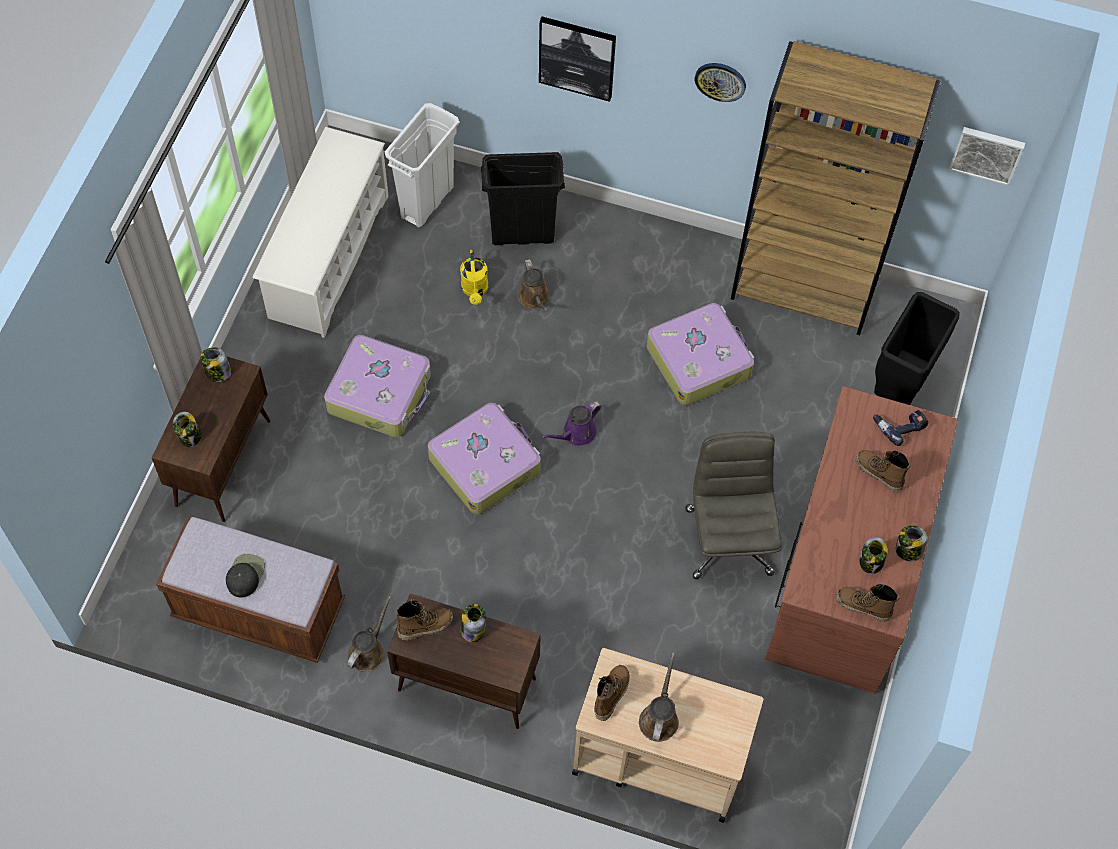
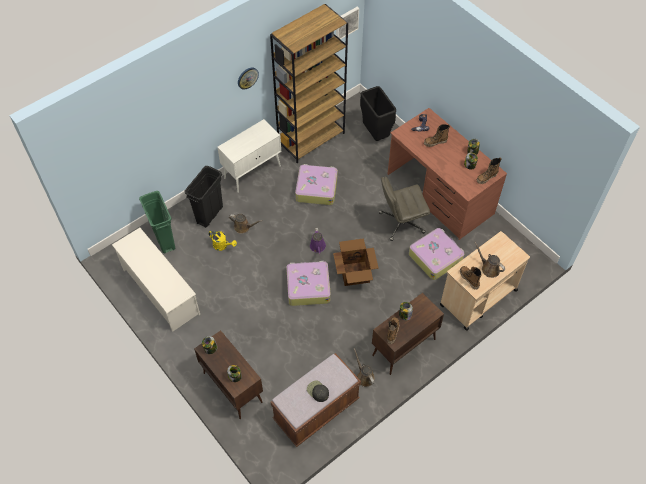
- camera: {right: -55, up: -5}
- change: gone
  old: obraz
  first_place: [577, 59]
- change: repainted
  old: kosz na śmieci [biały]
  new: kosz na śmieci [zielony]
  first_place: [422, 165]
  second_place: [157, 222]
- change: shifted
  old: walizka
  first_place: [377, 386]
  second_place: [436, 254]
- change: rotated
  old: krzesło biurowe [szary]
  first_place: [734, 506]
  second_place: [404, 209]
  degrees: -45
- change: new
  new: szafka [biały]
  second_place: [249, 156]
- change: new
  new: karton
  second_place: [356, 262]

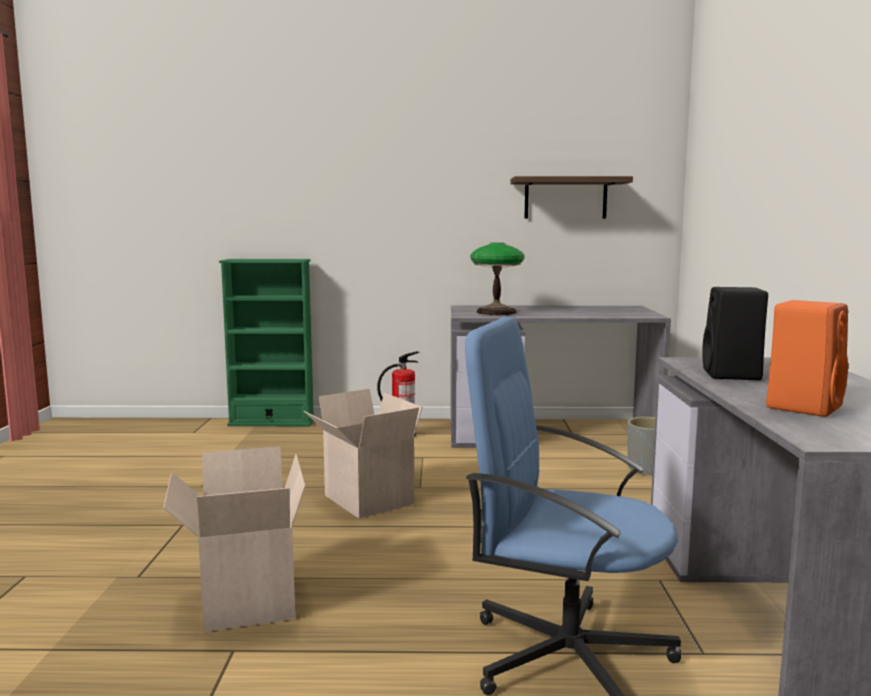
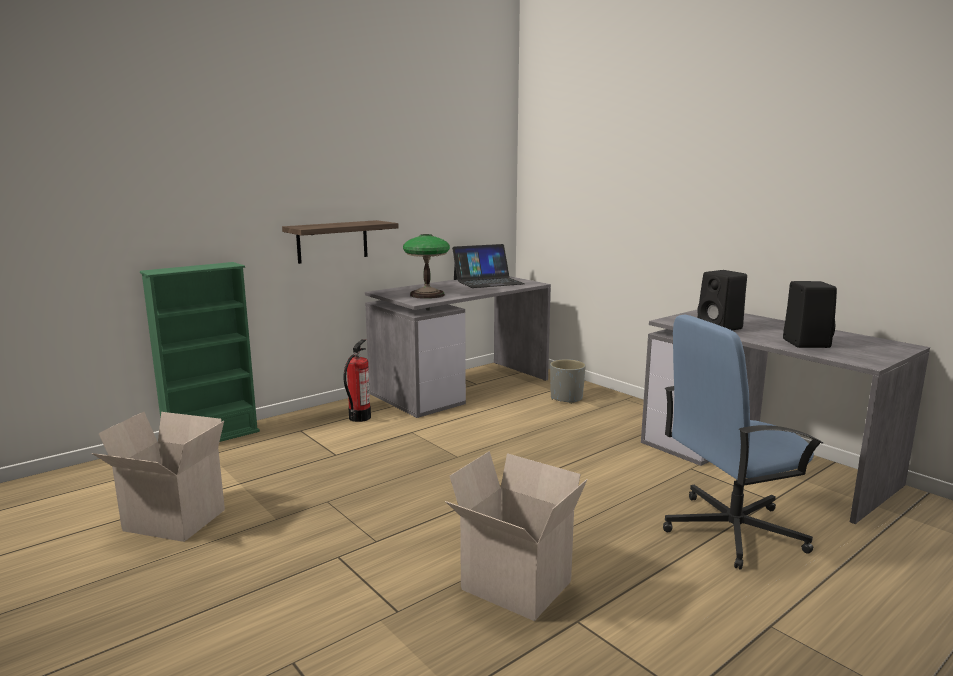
- camera: {right: -40, up: 5}
- change: shifted
  old: półka
  first_place: [572, 197]
  second_place: [340, 242]
- change: repainted
  old: głośnik [pomarańczowy]
  new: głośnik [czarny]
  first_place: [807, 358]
  second_place: [810, 314]
- change: shifted
  old: karton
  first_place: [363, 454]
  second_place: [158, 477]
- change: new
  new: laptop
  second_place: [488, 266]

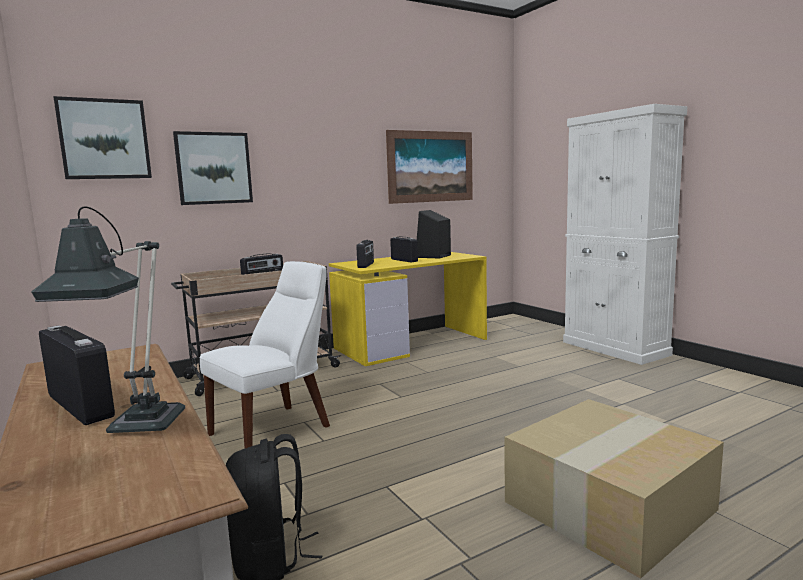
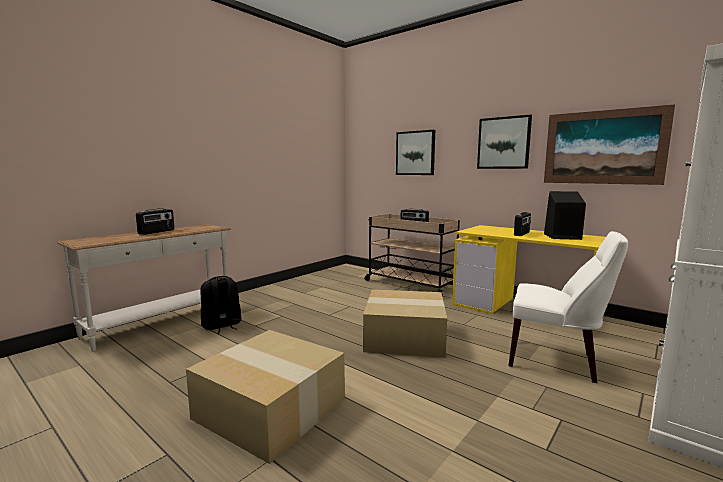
- camera: {right: 70, up: 0}
- change: shifted
  old: obraz
  first_place: [102, 137]
  second_place: [504, 142]
- change: gone
  old: lampa stołowa
  first_place: [108, 319]
- change: gone
  old: radio
  first_place: [365, 254]
- change: shifted
  old: krzesło [biały]
  first_place: [265, 354]
  second_place: [568, 307]
- change: new
  new: karton
  second_place: [405, 323]

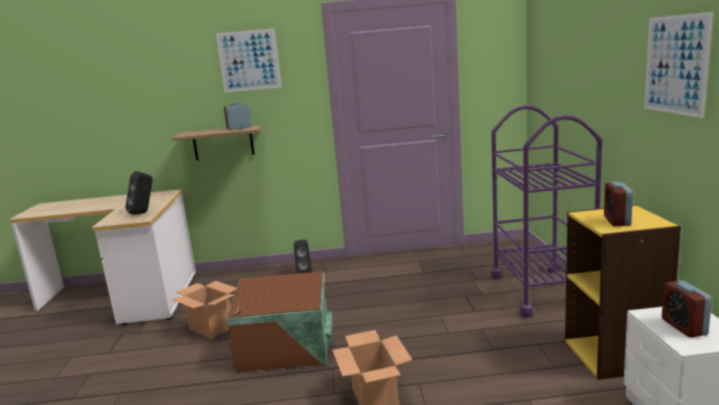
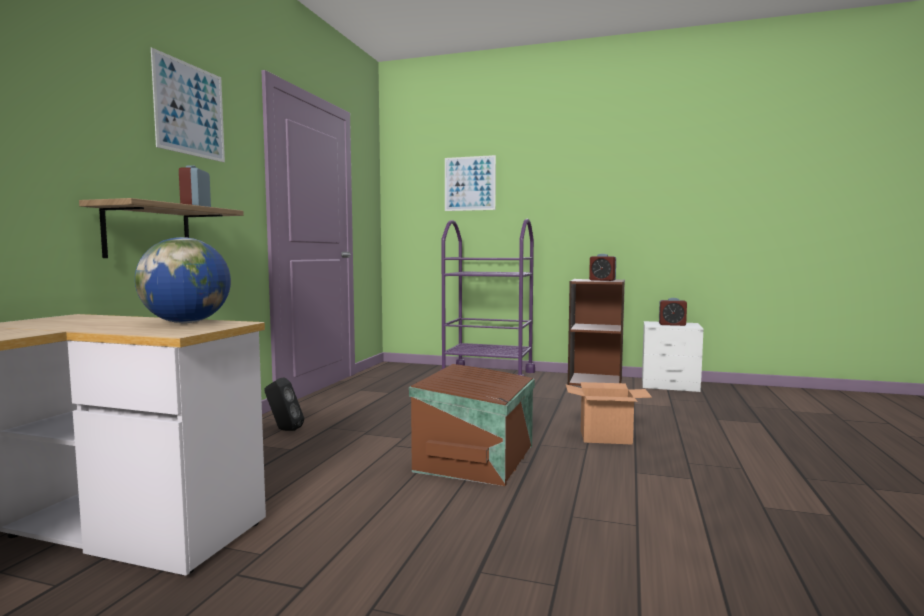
- camera: {right: -70, up: -10}
- change: shifted
  old: obraz
  first_place: [678, 65]
  second_place: [470, 183]
- change: swapped
  old: głośnik [czarny]
  new: globus
  first_place: [139, 193]
  second_place: [183, 280]
- change: repainted
  old: regał [żółty]
  new: regał [brązowy]
  first_place: [623, 292]
  second_place: [596, 332]
- change: gone
  old: karton
  first_place: [204, 310]

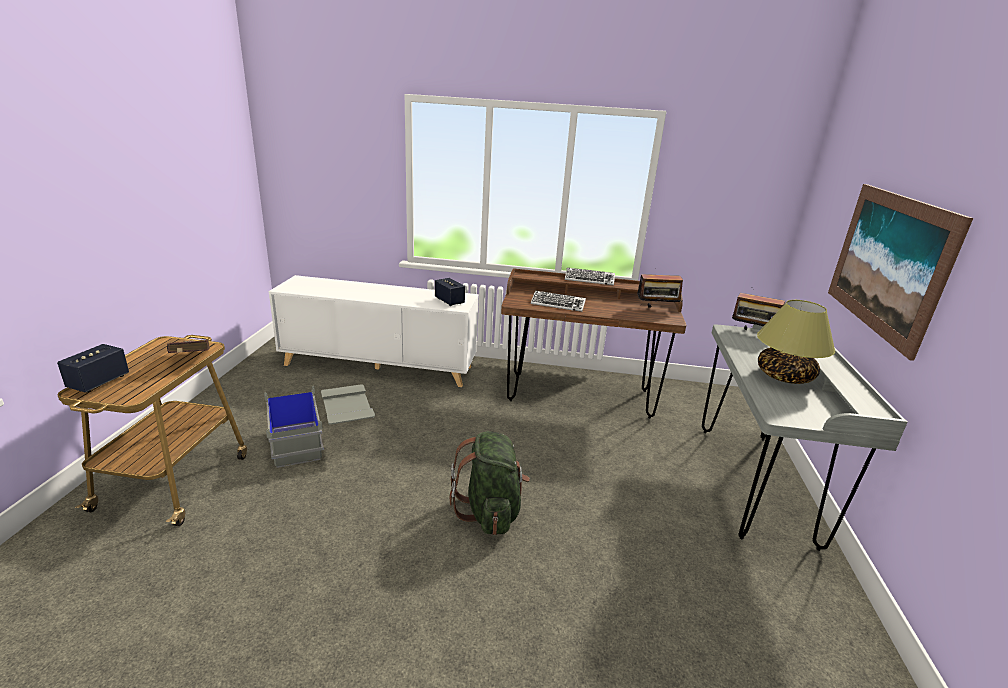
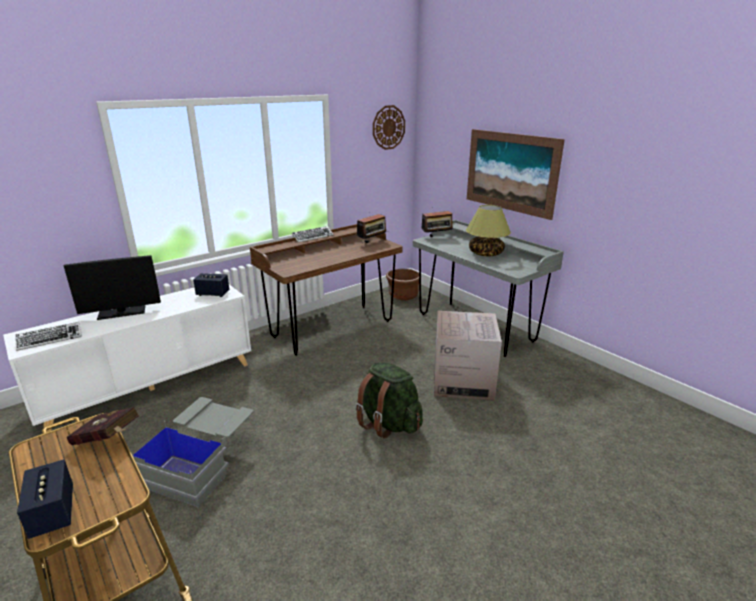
- camera: {right: -45, up: 0}
- change: shifted
  old: klawiatura
  first_place: [558, 301]
  second_place: [48, 336]
- change: new
  new: zegar ścienny
  second_place: [389, 127]
- change: new
  new: monitor
  second_place: [112, 287]
- change: new
  new: donica [brązowy]
  second_place: [402, 284]
- change: new
  new: karton
  second_place: [468, 355]

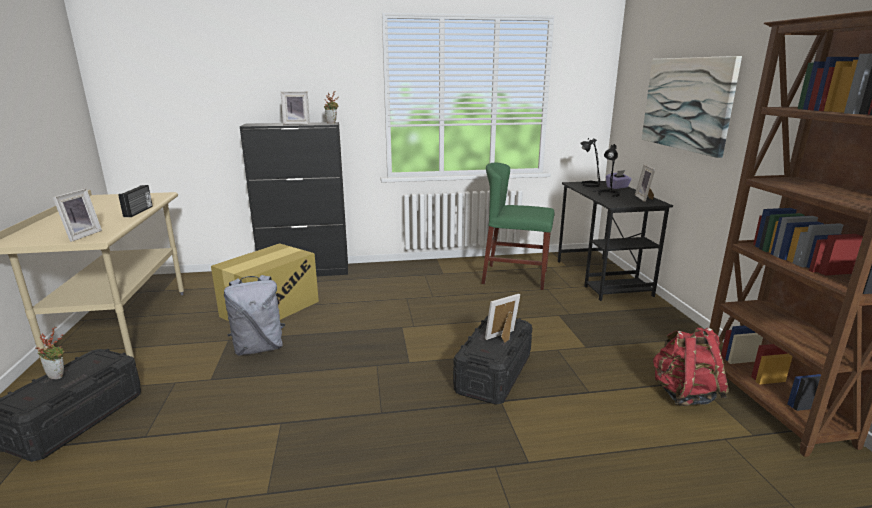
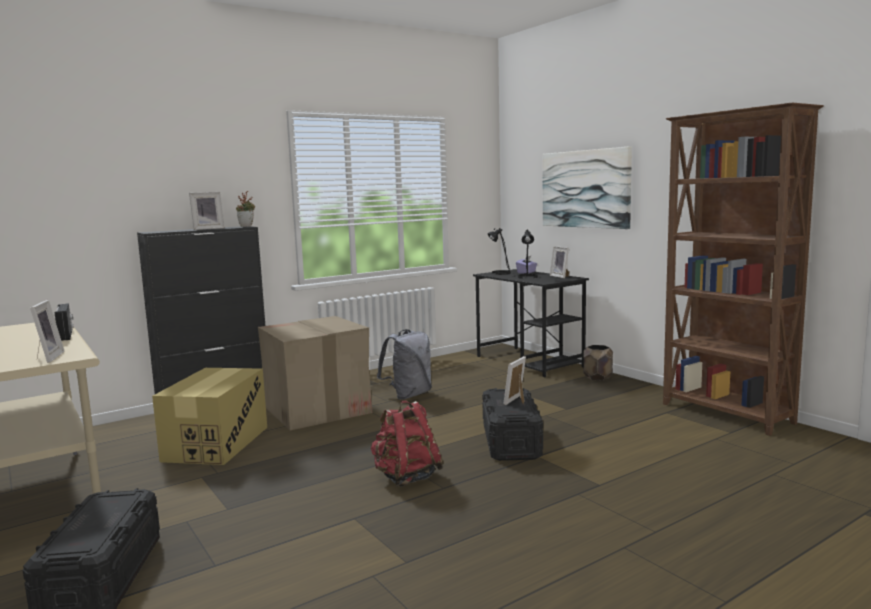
- camera: {right: -25, up: -10}
- change: gone
  old: krzesło [zielony]
  first_place: [518, 226]
- change: shifted
  old: plecak [szary]
  first_place: [254, 315]
  second_place: [404, 364]
- change: gone
  old: roślina doniczkowa
  first_place: [50, 353]
- change: shifted
  old: plecak [czerwony]
  first_place: [691, 367]
  second_place: [407, 444]
- change: new
  new: karton
  second_place: [315, 373]
- change: new
  new: donica [brązowy]
  second_place: [598, 363]

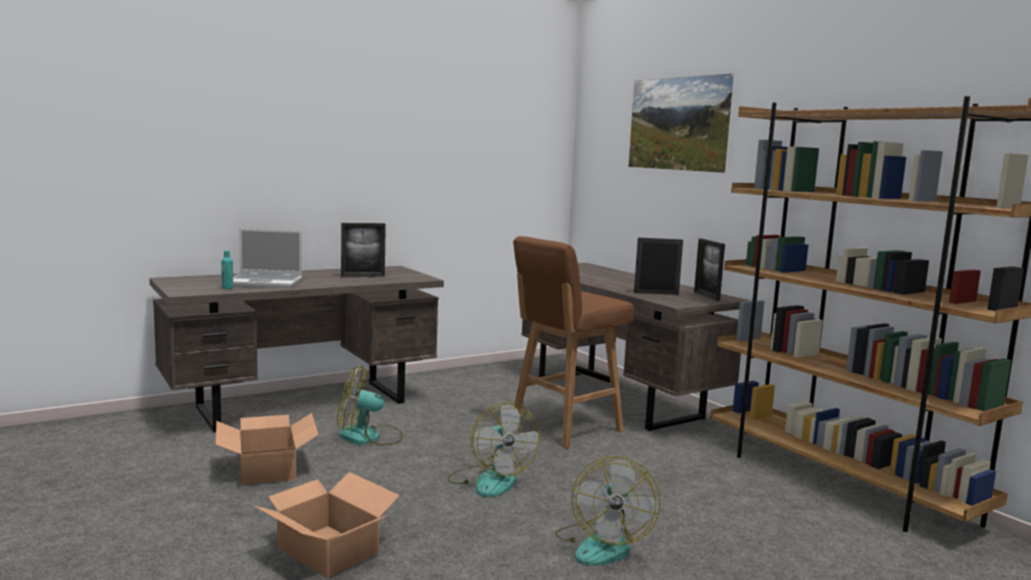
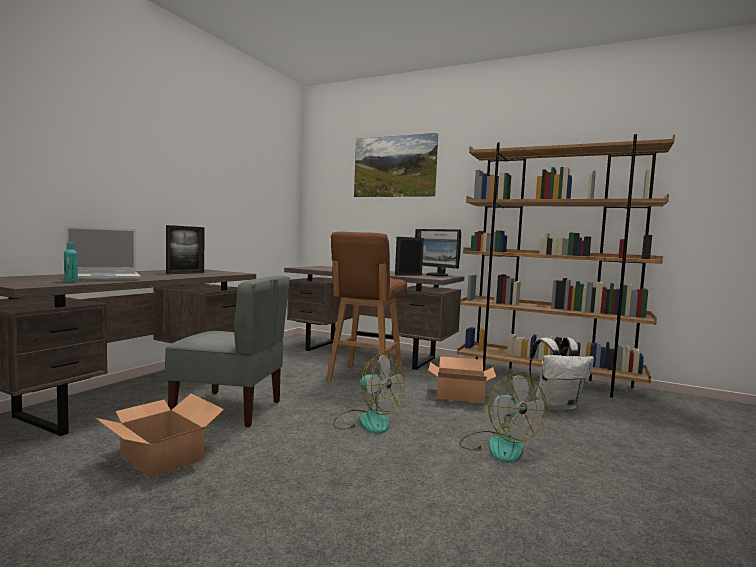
- camera: {right: -30, up: -5}
- change: swapped
  old: ramka na zdjęcie
  new: monitor
  first_place: [709, 270]
  second_place: [438, 252]
- change: swapped
  old: wentylator
  new: krzesło [szary]
  first_place: [370, 406]
  second_place: [227, 352]
- change: shifted
  old: karton
  first_place: [326, 525]
  second_place: [462, 379]
- change: new
  new: plecak [biały]
  second_place: [561, 374]

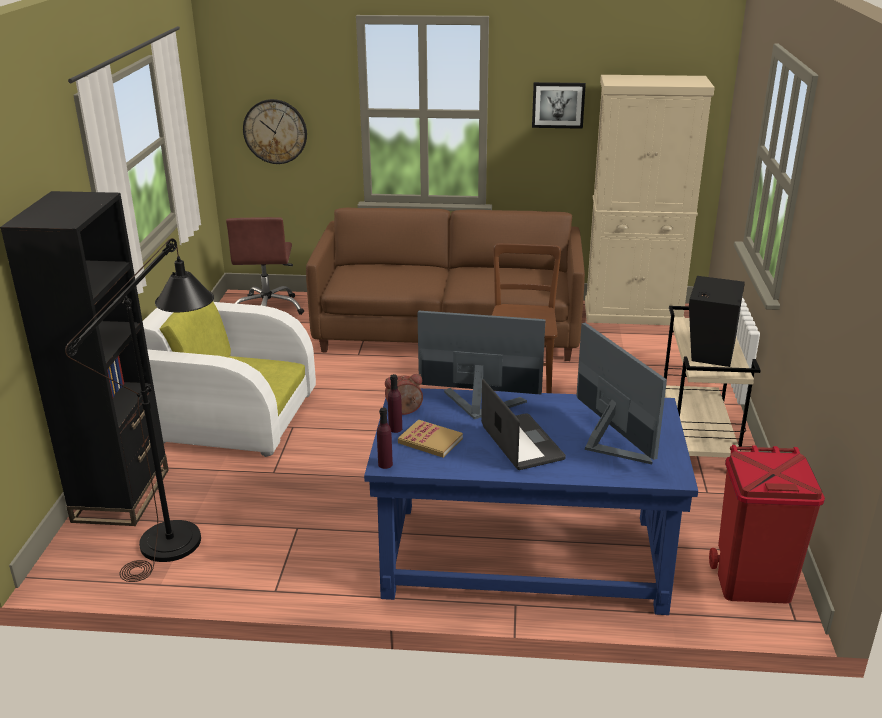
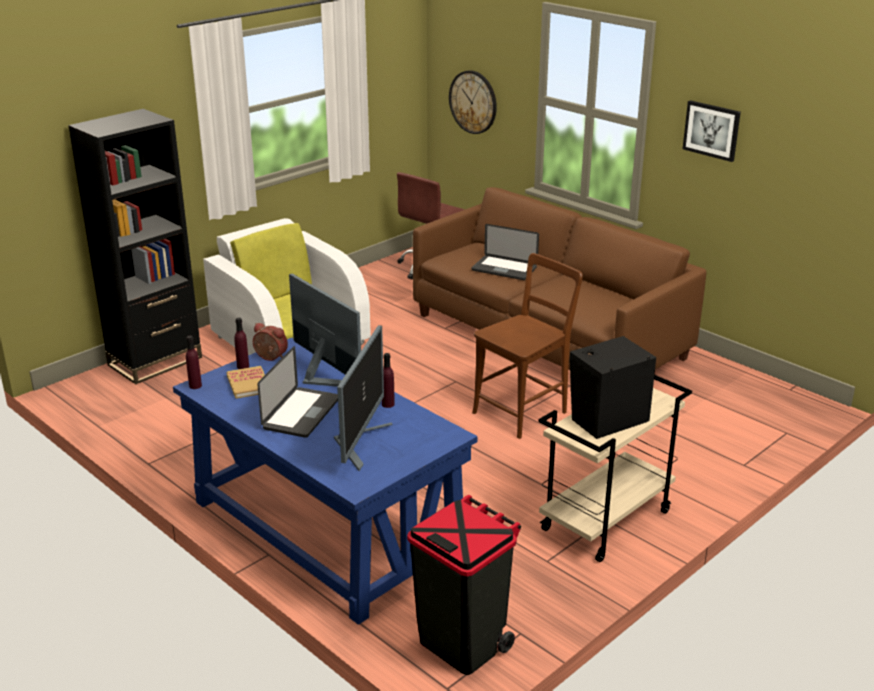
- camera: {right: 40, up: 0}
- change: gone
  old: szafka [beżowy]
  first_place: [650, 200]
- change: gone
  old: lampa stojąca [czarny]
  first_place: [139, 410]
- change: repainted
  old: kosz na śmieci [czerwony]
  new: kosz na śmieci [czarny]
  first_place: [767, 524]
  second_place: [464, 585]
- change: new
  new: laptop
  second_place: [505, 252]
- change: new
  new: butelka [fioletowy]
  second_place: [388, 380]

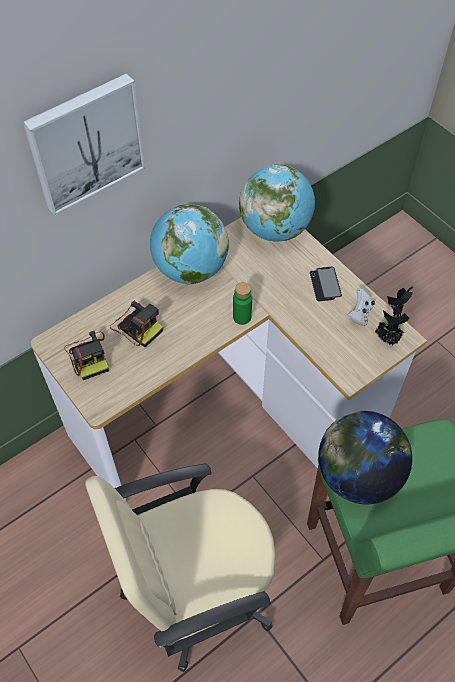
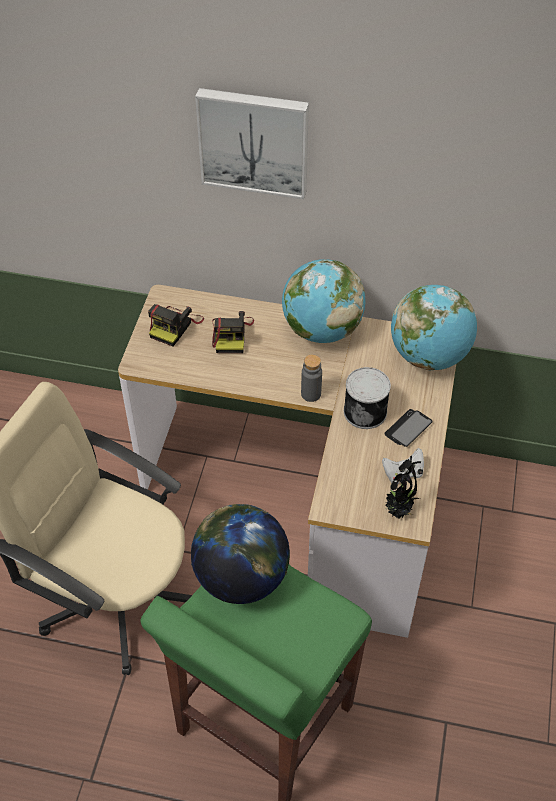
- camera: {right: 50, up: -5}
- change: repainted
  old: butelka [zielony]
  new: butelka [szary]
  first_place: [242, 303]
  second_place: [311, 378]
- change: new
  new: puszka
  second_place: [367, 398]

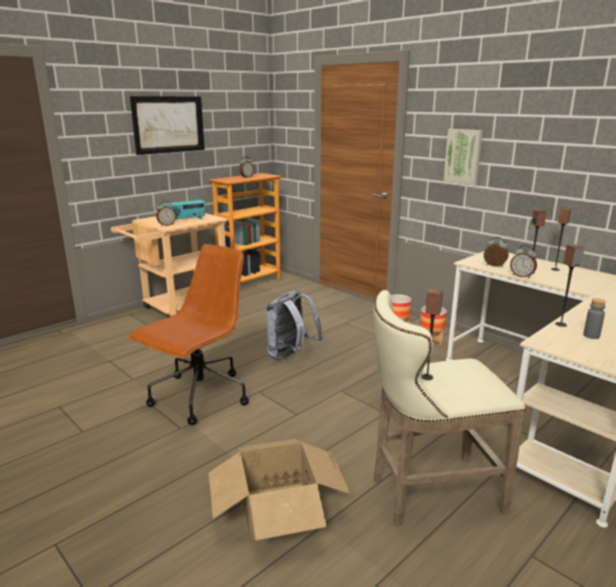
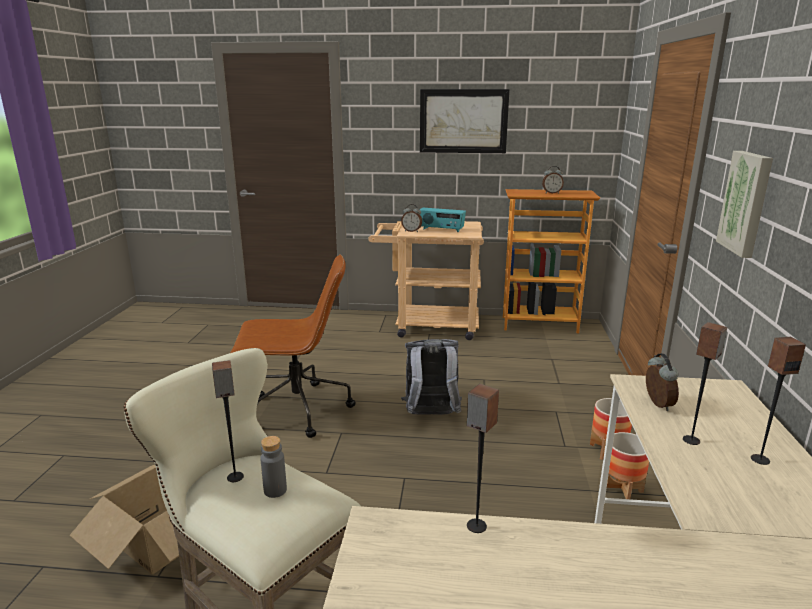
- camera: {right: 50, up: 0}
- change: gone
  old: budzik
  first_place: [523, 261]
- change: shifted
  old: butelka [szary]
  first_place: [594, 318]
  second_place: [273, 467]

